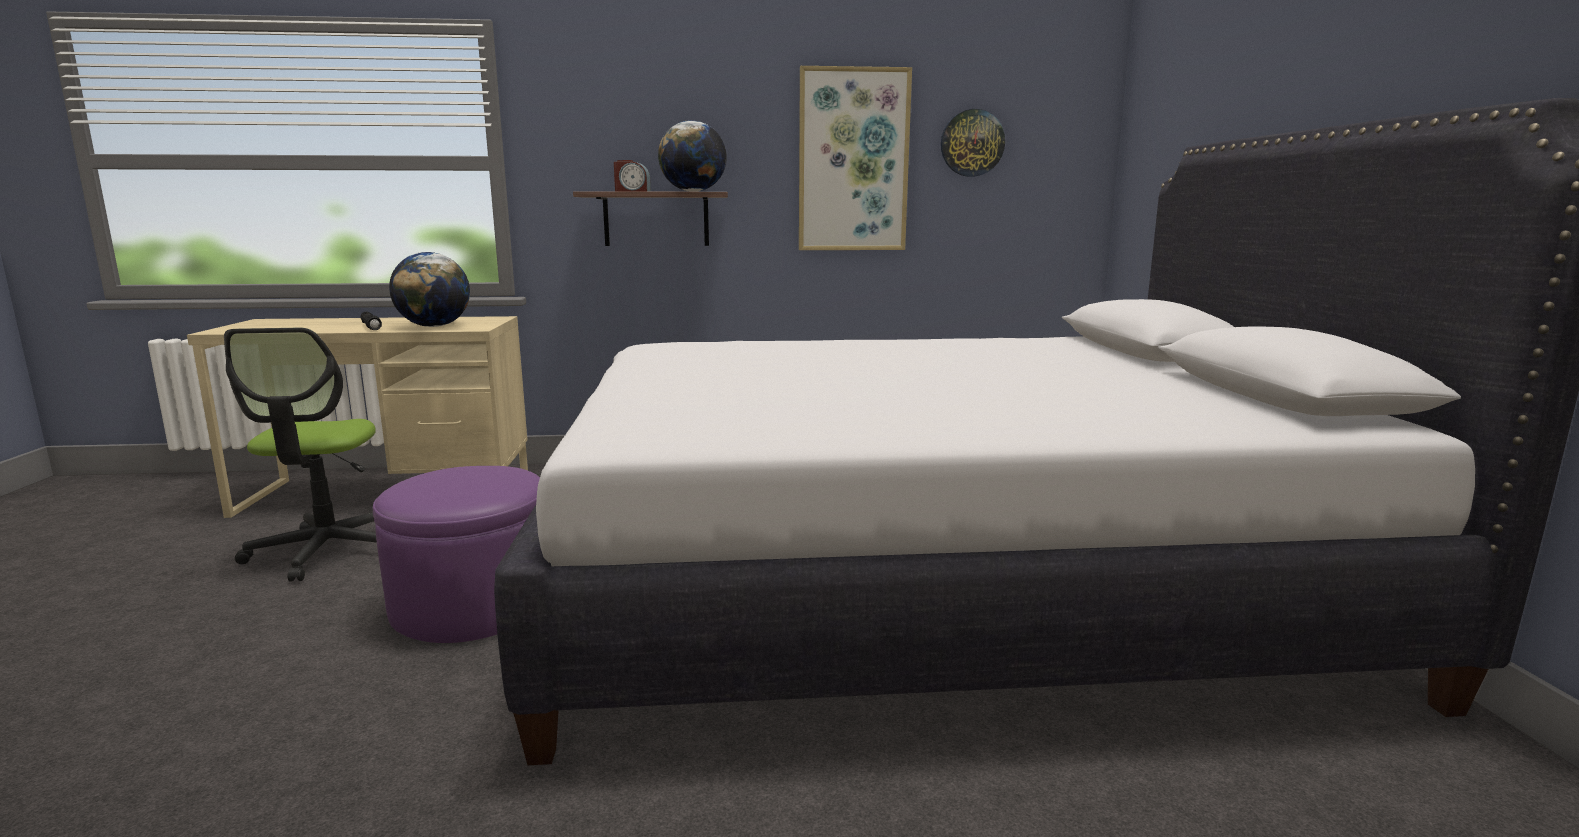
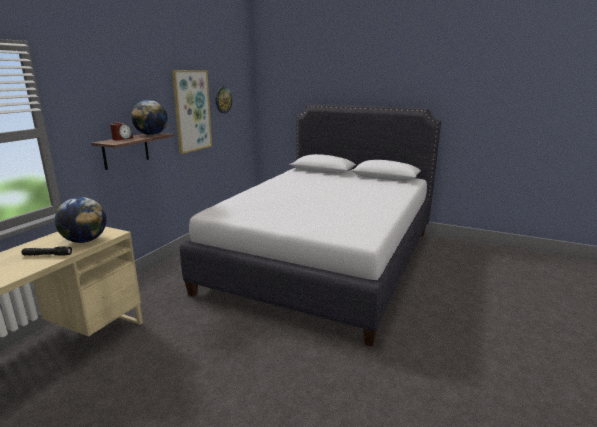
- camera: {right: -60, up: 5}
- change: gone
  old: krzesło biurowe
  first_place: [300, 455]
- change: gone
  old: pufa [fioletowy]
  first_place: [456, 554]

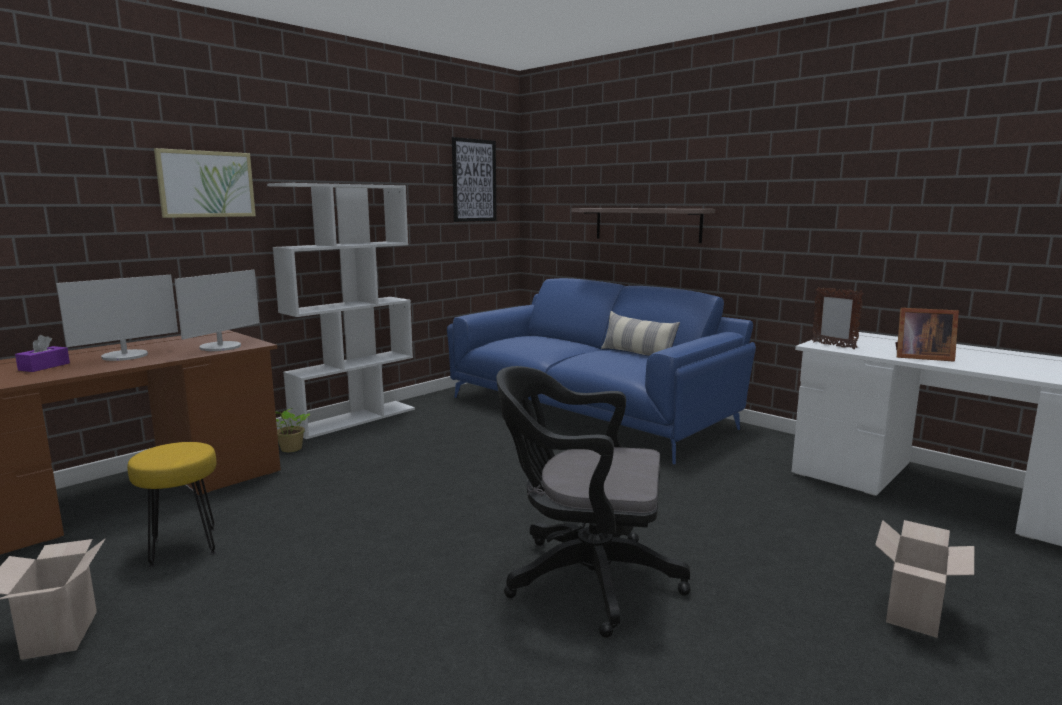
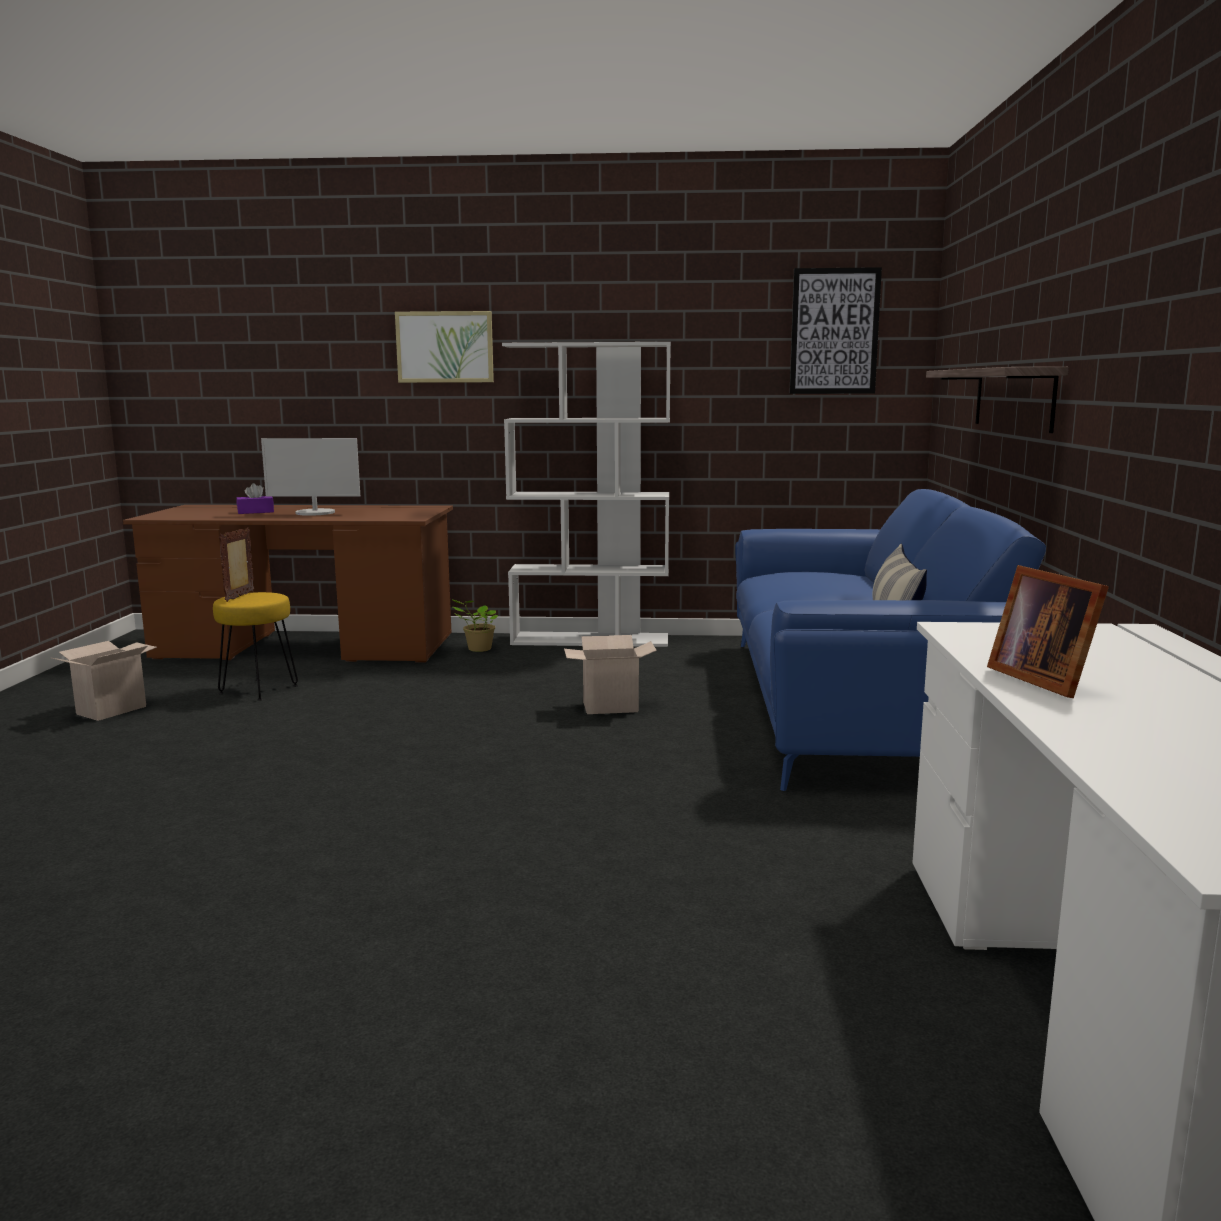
- camera: {right: 50, up: 0}
- change: gone
  old: monitor
  first_place: [217, 310]
- change: shifted
  old: ramka na zdjęcie
  first_place: [838, 318]
  second_place: [236, 565]
- change: gone
  old: krzesło biurowe [czarny]
  first_place: [593, 502]
- change: shifted
  old: karton
  first_place: [924, 579]
  second_place: [610, 674]

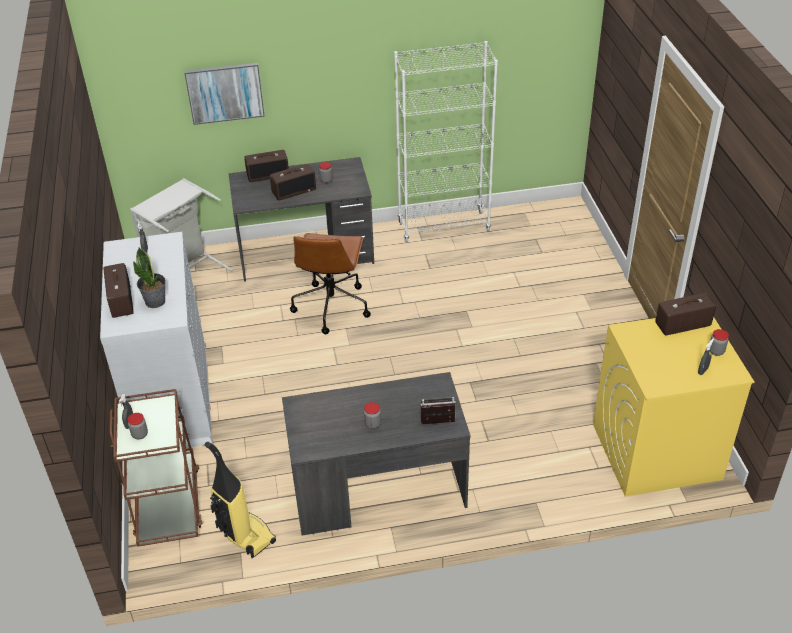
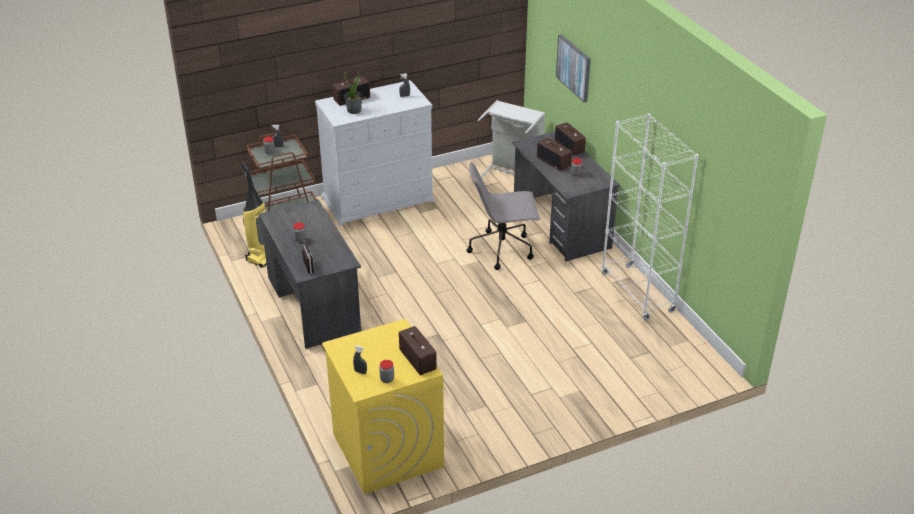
- camera: {right: 75, up: -5}
- change: repainted
  old: krzesło biurowe [brązowy]
  new: krzesło biurowe [szary]
  first_place: [330, 283]
  second_place: [503, 216]

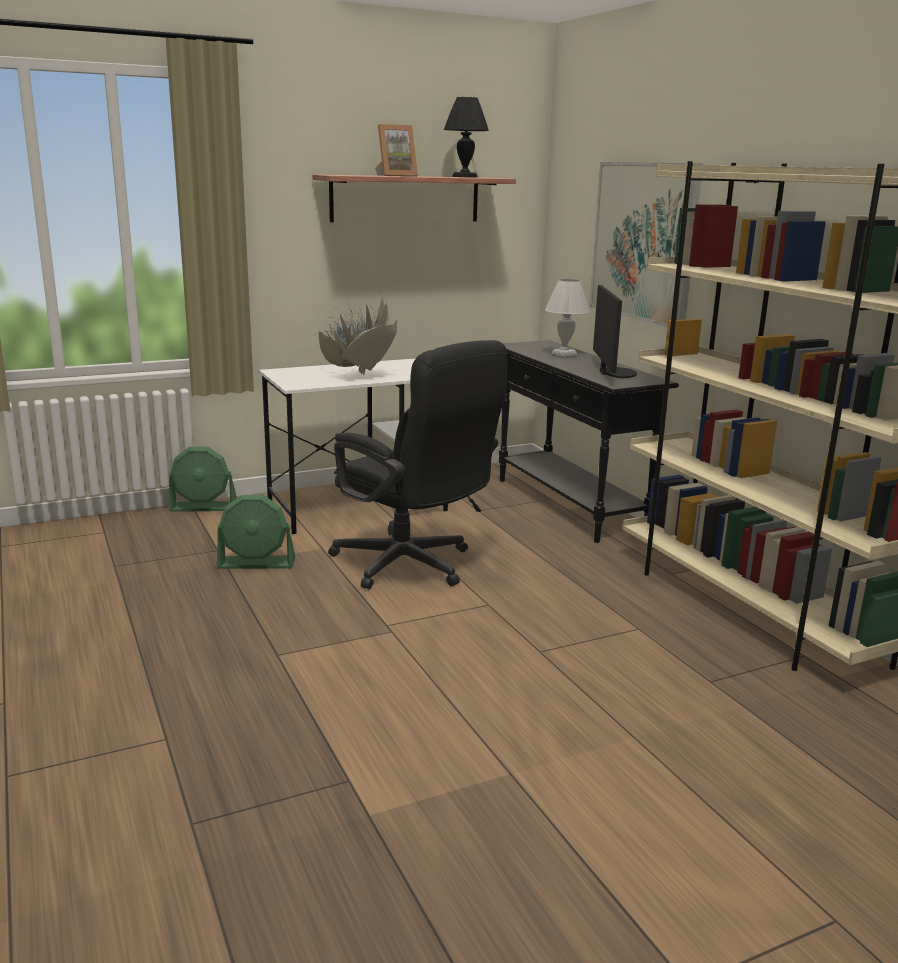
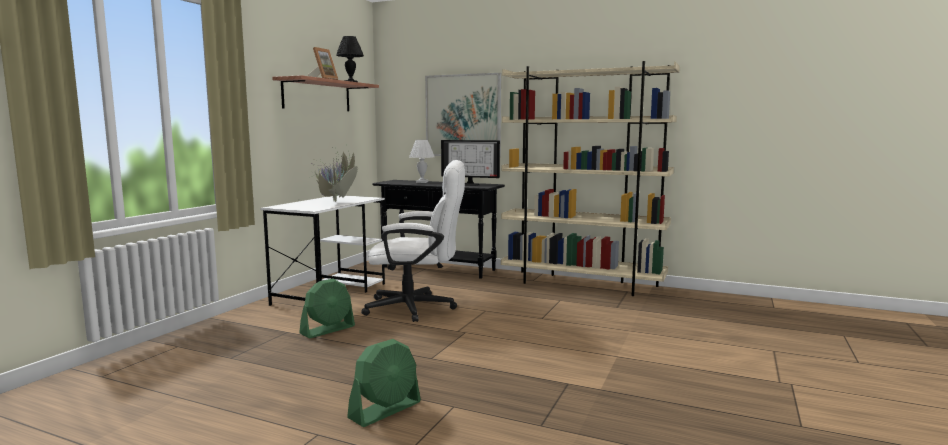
- camera: {right: -40, up: -10}
- change: rotated
  old: monitor
  first_place: [615, 331]
  second_place: [470, 163]
  degrees: 150
- change: repainted
  old: krzesło biurowe [czarny]
  new: krzesło biurowe [biały]
  first_place: [418, 465]
  second_place: [413, 241]
- change: shifted
  old: wentylator [zielony]
  first_place: [203, 479]
  second_place: [384, 383]

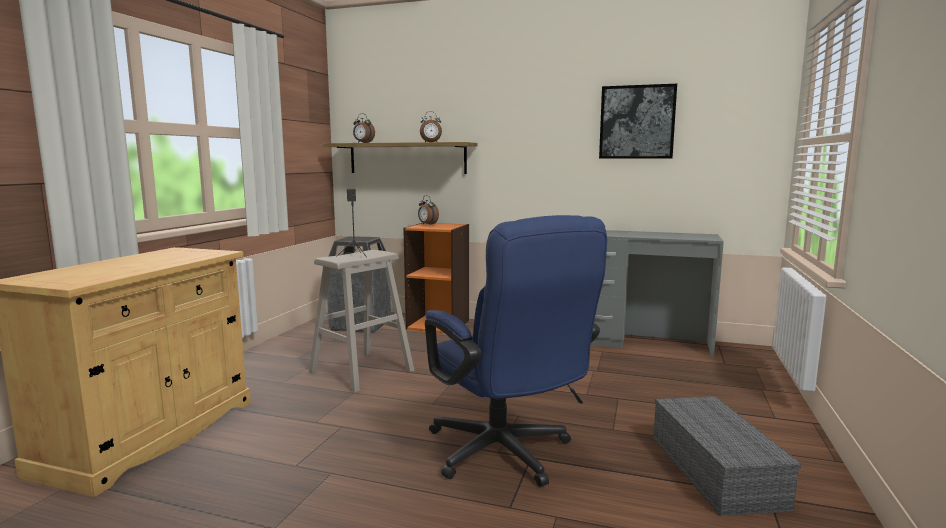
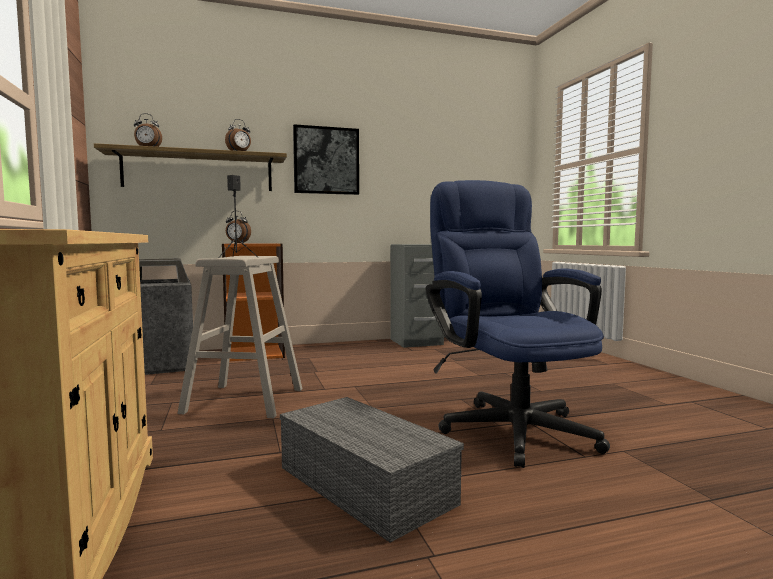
- camera: {right: -35, up: -5}
- change: shifted
  old: obraz
  first_place: [638, 121]
  second_place: [326, 159]
- change: rotated
  old: krzesło biurowe [niebieski]
  first_place: [516, 351]
  second_place: [518, 324]
  degrees: -135
- change: shifted
  old: pojemnik do przechowywania [szary]
  first_place: [727, 456]
  second_place: [372, 470]

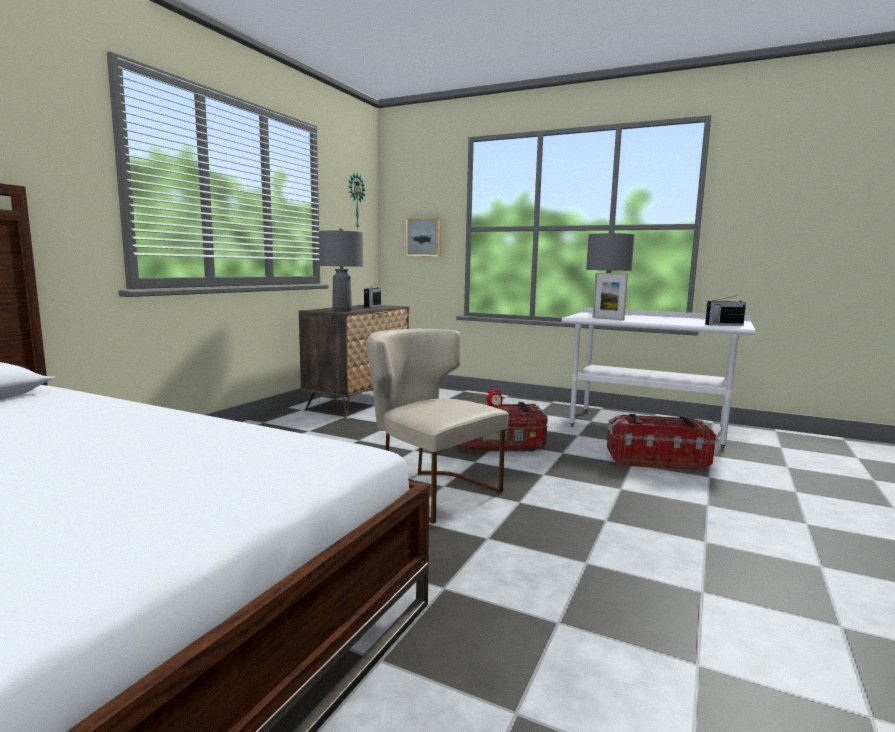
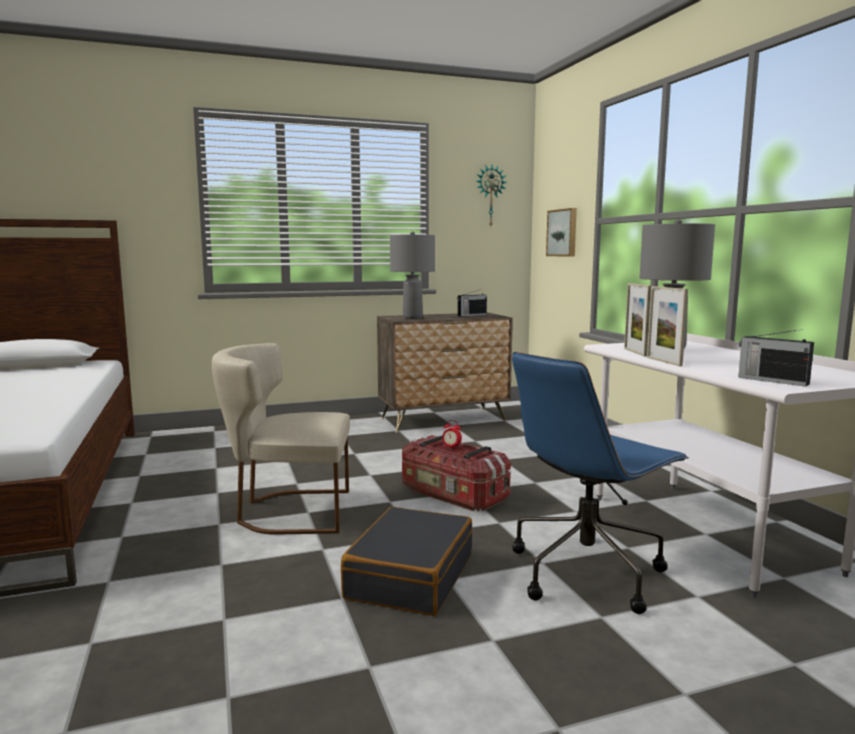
- camera: {right: 45, up: 0}
- change: rotated
  old: krzesło [beżowy]
  first_place: [437, 426]
  second_place: [281, 439]
  degrees: -90
- change: swapped
  old: pojemnik do przechowywania
  new: krzesło biurowe [niebieski]
  first_place: [661, 442]
  second_place: [600, 483]
- change: new
  new: ramka na zdjęcie
  second_place: [667, 326]
- change: new
  new: walizka [czarny]
  second_place: [406, 561]

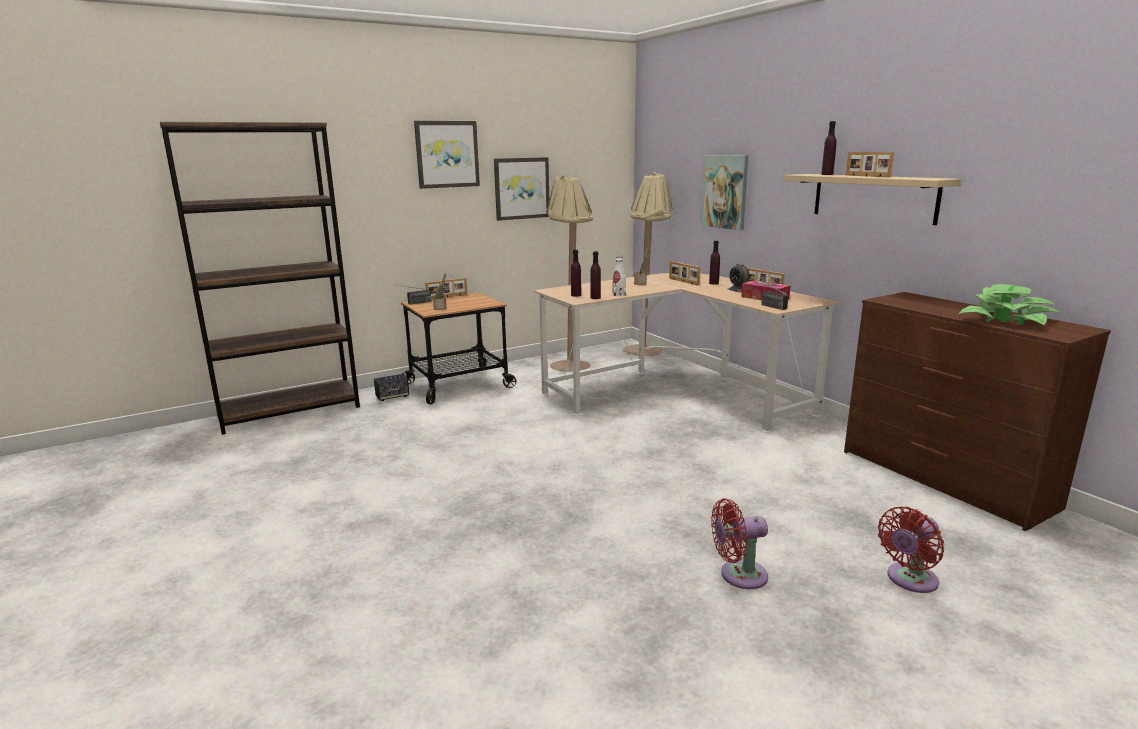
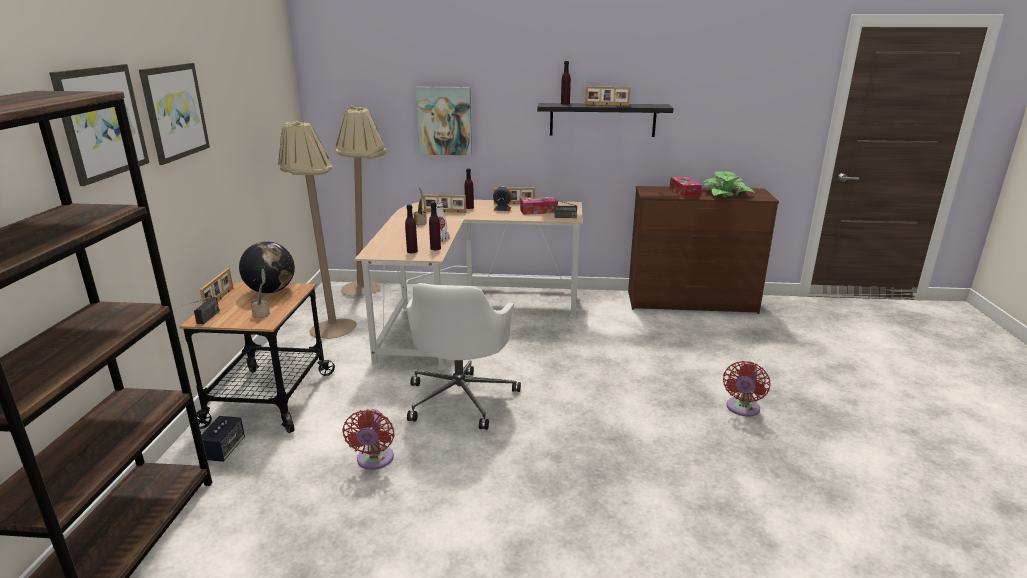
- camera: {right: -55, up: 5}
- change: shifted
  old: obraz
  first_place: [521, 189]
  second_place: [99, 125]
- change: repainted
  old: półka [beżowy]
  new: półka [czarny]
  first_place: [872, 199]
  second_place: [605, 120]
- change: shifted
  old: wentylator [czerwony]
  first_place: [911, 550]
  second_place: [368, 439]
- change: new
  new: pudełko chusteczek
  second_place: [685, 187]
- change: new
  new: globus
  second_place: [267, 267]
- change: new
  new: krzesło biurowe [biały]
  second_place: [463, 356]

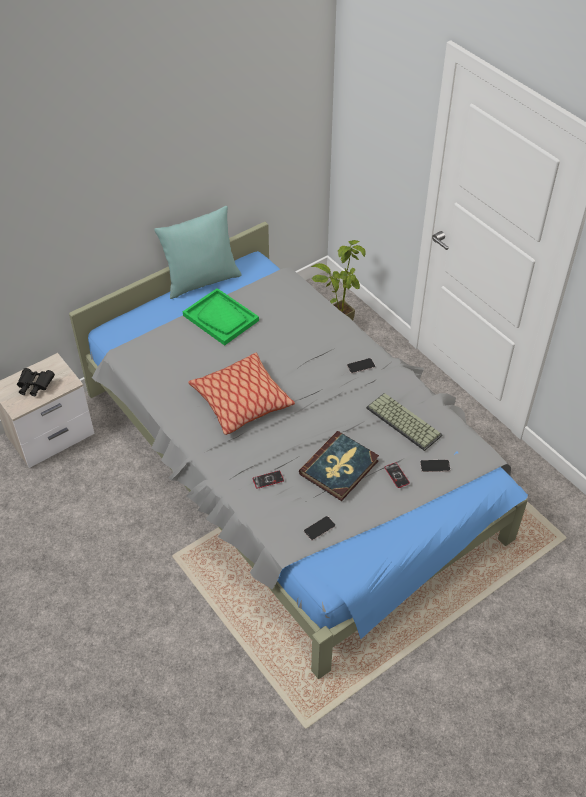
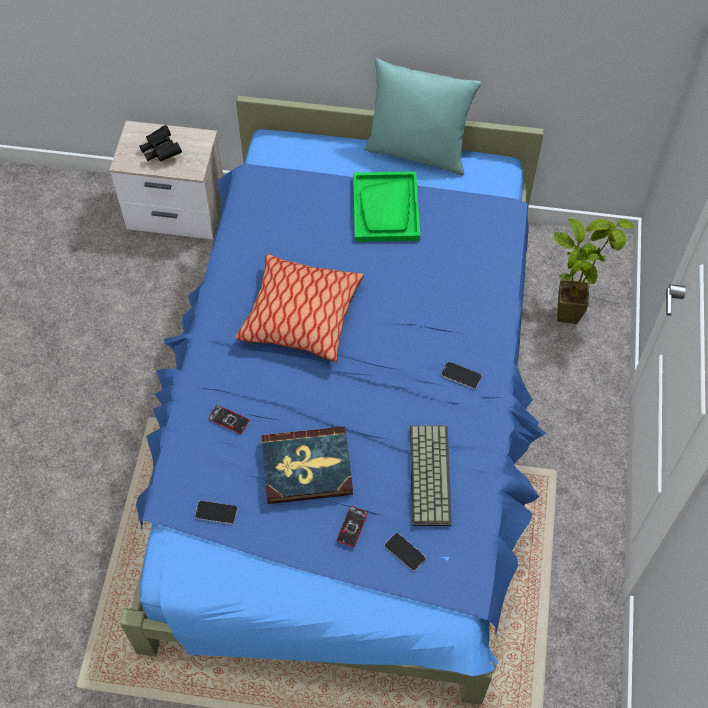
- camera: {right: 45, up: 10}
- change: repainted
  old: łóżko [szary]
  new: łóżko [niebieski]
  first_place: [298, 450]
  second_place: [333, 400]

